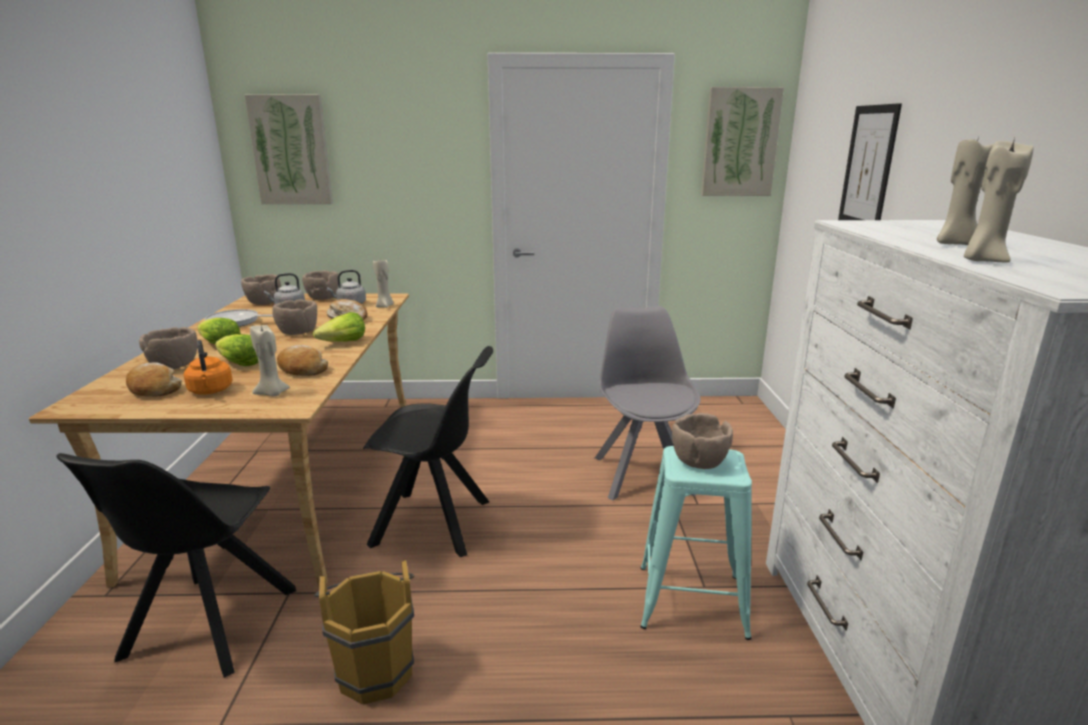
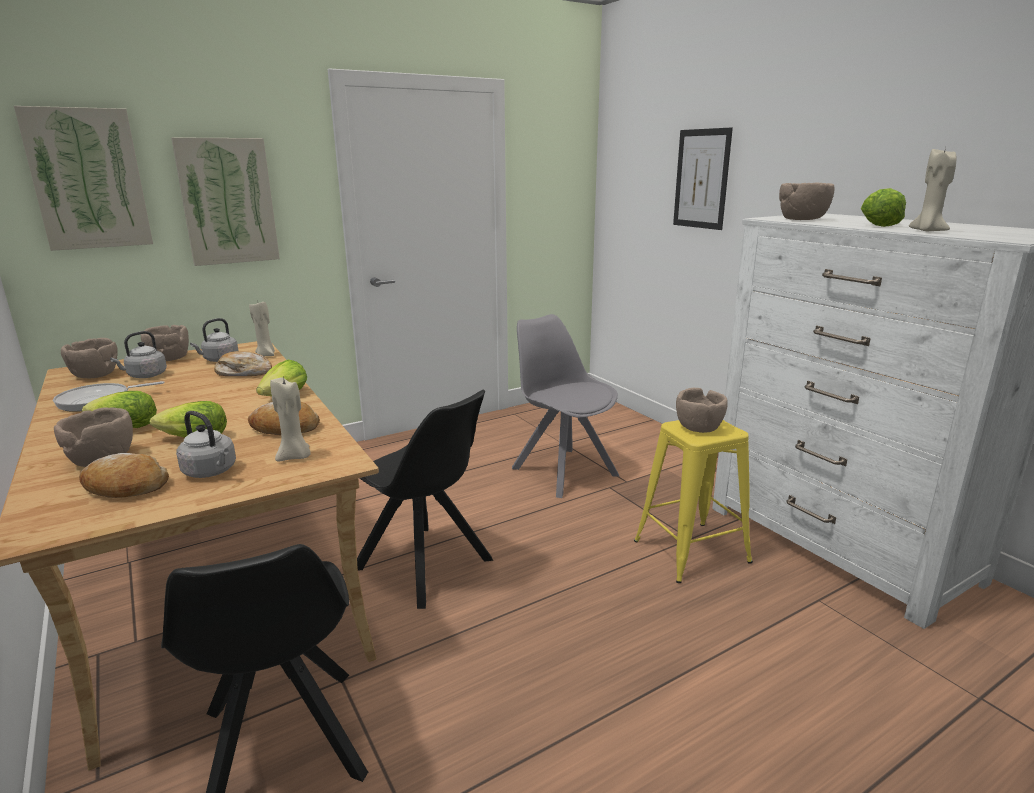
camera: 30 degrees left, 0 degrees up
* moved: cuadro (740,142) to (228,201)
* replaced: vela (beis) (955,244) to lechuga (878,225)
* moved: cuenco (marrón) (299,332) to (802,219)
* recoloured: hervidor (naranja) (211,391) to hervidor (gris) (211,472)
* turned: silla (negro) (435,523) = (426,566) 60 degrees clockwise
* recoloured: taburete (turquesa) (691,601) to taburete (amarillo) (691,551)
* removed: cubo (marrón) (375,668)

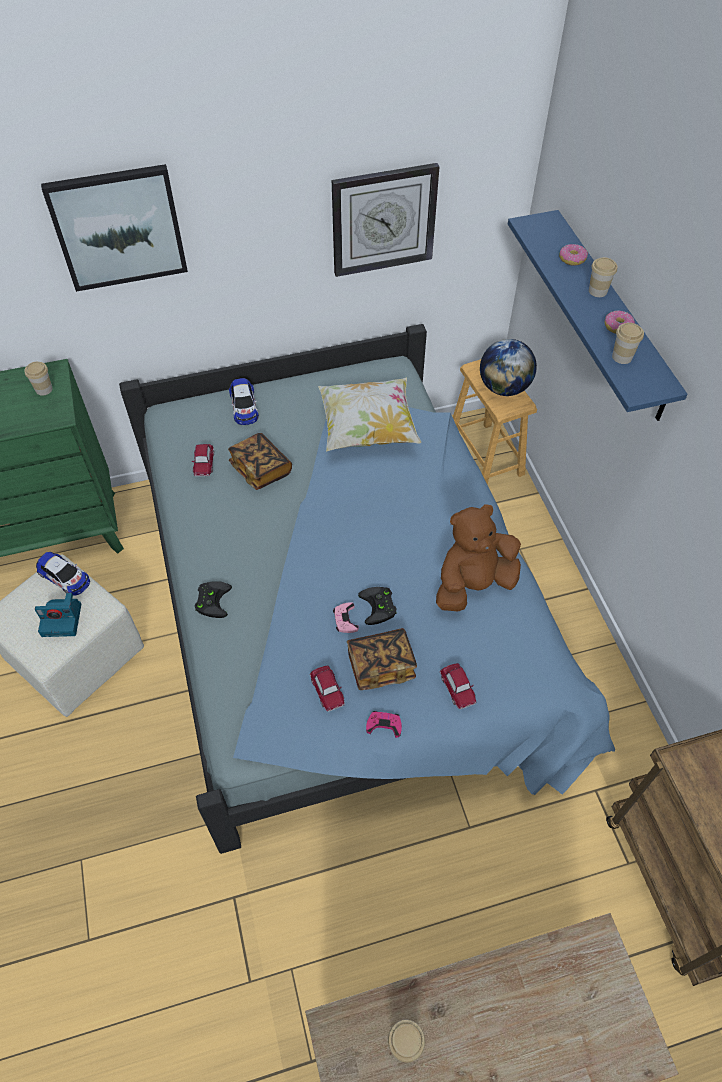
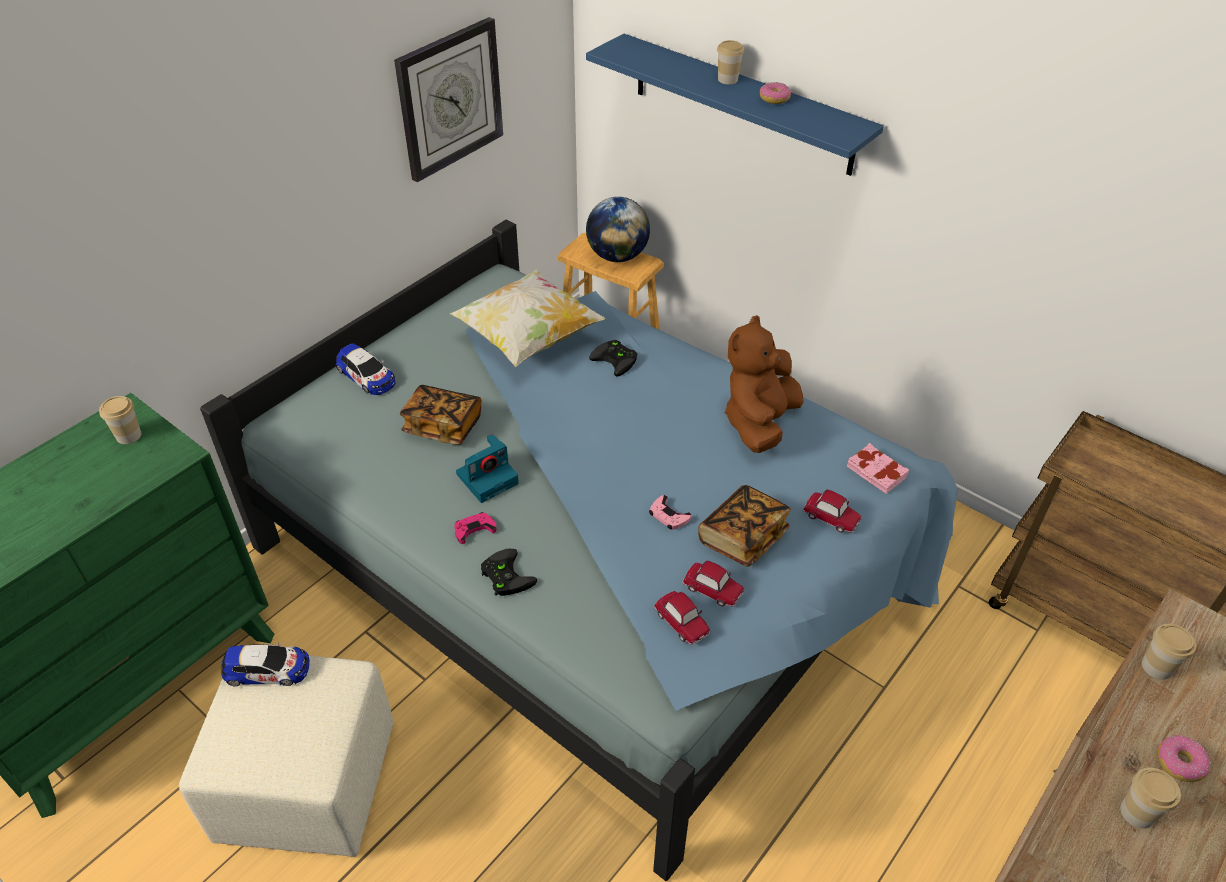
camera: 35 degrees left, 10 degrees down
* removed: cuadro (118,227)
* moved: rosquilla (572,259) to (1179,762)
* moved: taza (622,357) to (1156,667)
* moved: coche de juguete (204,463) to (682,622)
* moved: mando de consola (negro) (379,607) to (617,360)
* moved: cámara (63,619) to (488,478)
* moved: mando de consola (rosa) (384,725) to (474,529)
* added: libro (rosa) (876,472)

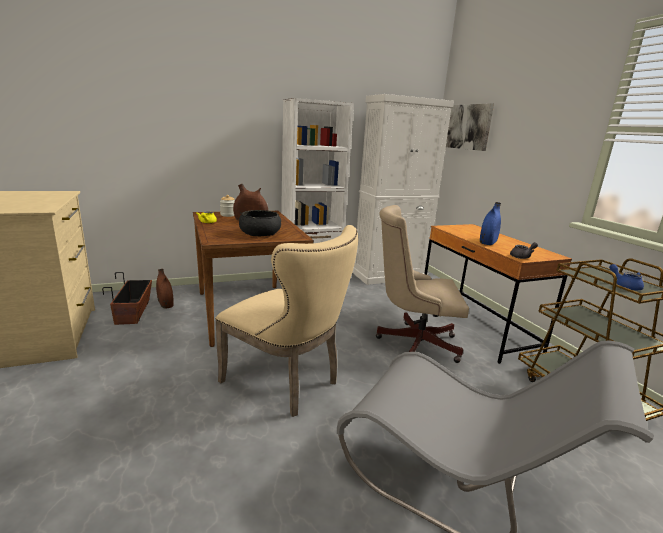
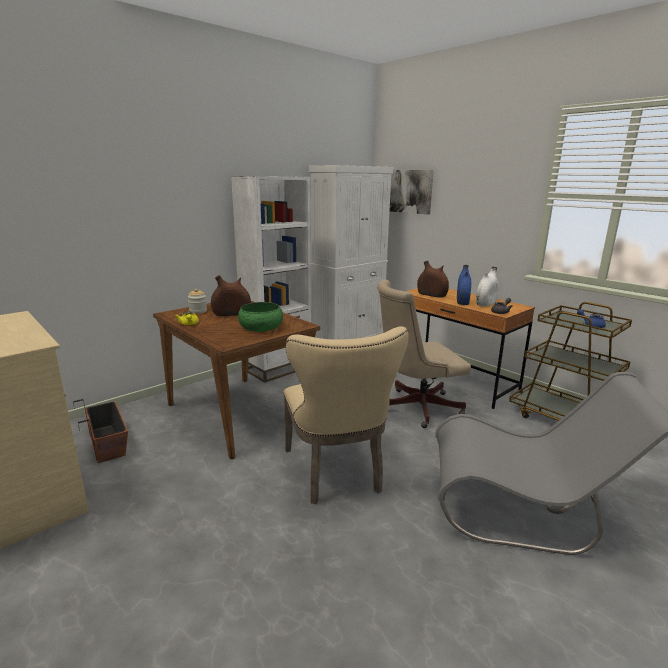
camera: 20 degrees left, 0 degrees up
* recoloured: cuenco (negro) (260,233) to cuenco (verde) (261,327)
* turned: silla (beis) (287,382) = (337,473) 60 degrees clockwise
* moved: florero (marrón) (165,303) to (431,295)
* added: florero (blanco) (486,303)

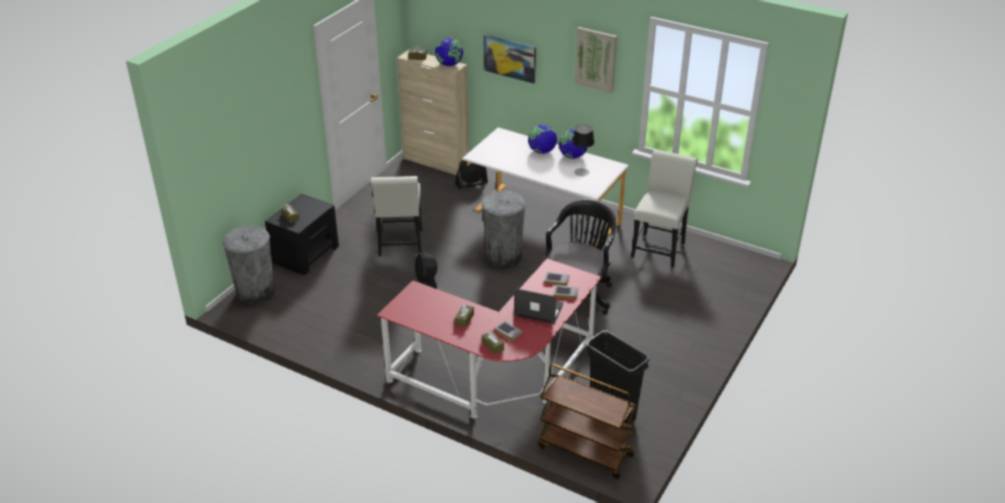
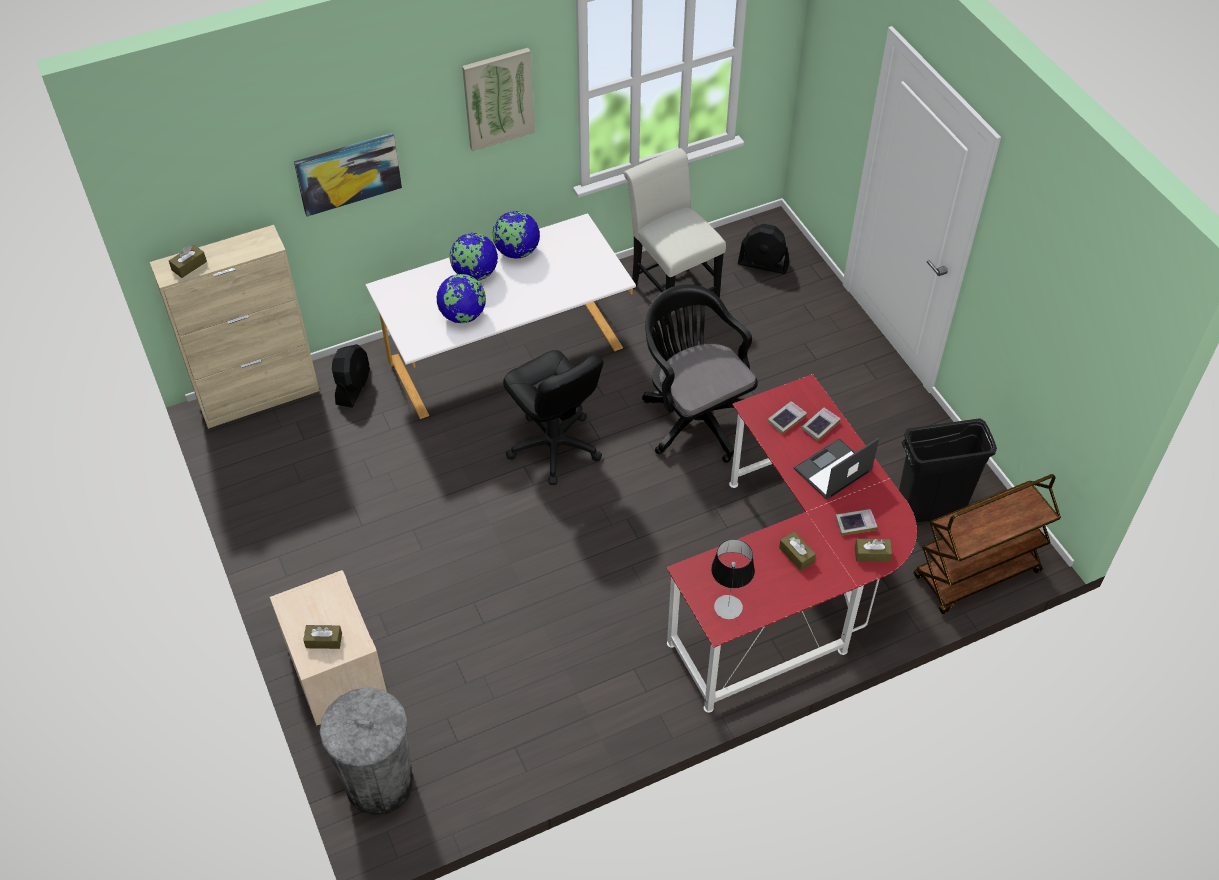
camera: 55 degrees left, 15 degrees up
* moved: globo terráqueo (449,64) to (463,315)
* moved: lámpara de mesa (581,172) to (728,607)
* removed: silla (blanco) (400,245)
* replaced: papelera (gris) (503,257) to silla de oficina (negro) (554,447)
* recoloured: mesita de noche (negro) (306,254) to mesita de noche (beis) (336,669)
* moved: ventilador (negro) (427,283) to (763,264)

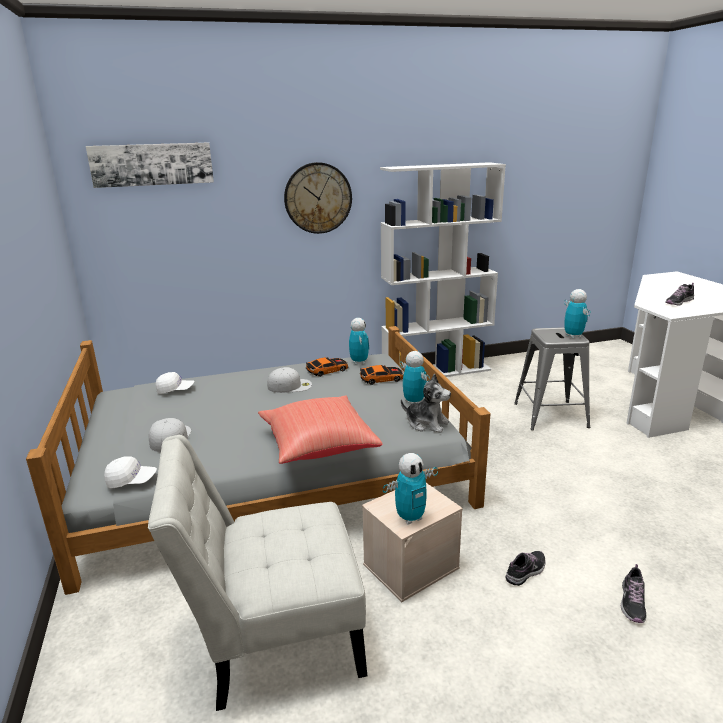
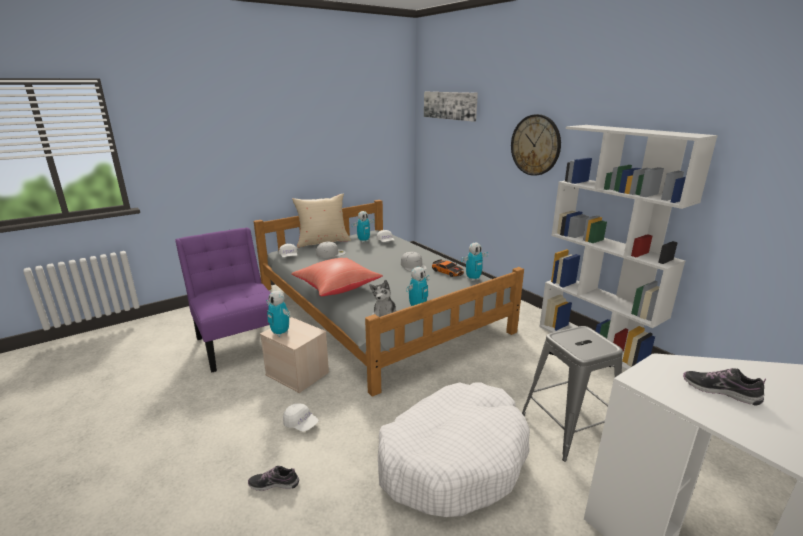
camera: 70 degrees right, 0 degrees up
* moved: robot de juguete (573,336) to (363,241)
* removed: coche de juguete (381,378)
* recoloured: silla (blanco) (273,637) to silla (morado) (238,342)
* replaced: zapato (526,571) to gorra (blanco) (301,424)
* added: cojín (beis) (322,242)
* added: cama para perro (blanco) (452,459)

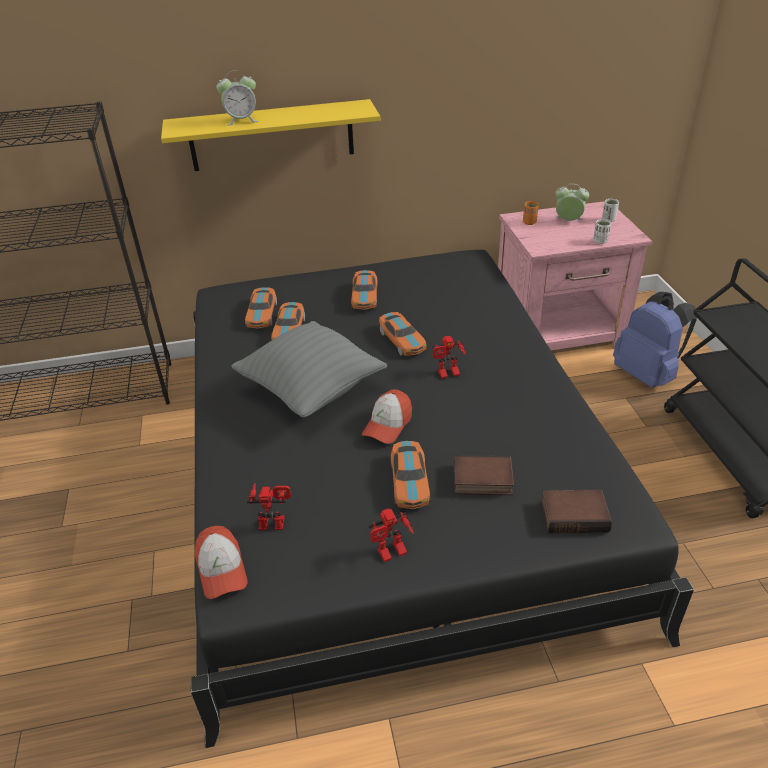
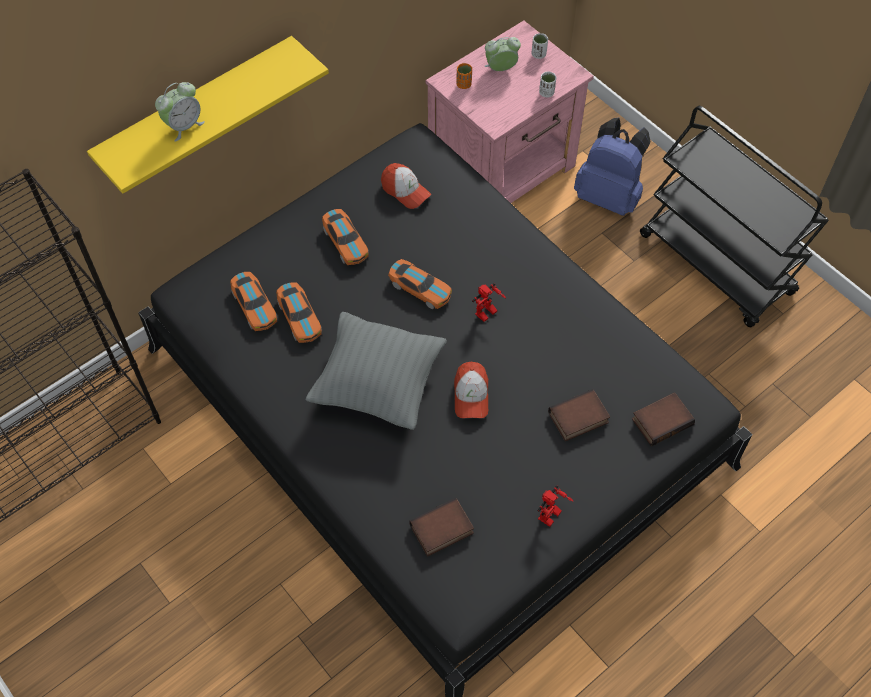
camera: 30 degrees left, 20 degrees up
* removed: coche de juguete (409,481)
* replaced: robot de juguete (274,520) to libro (441,531)
* moved: gorra (221,569) to (405,191)

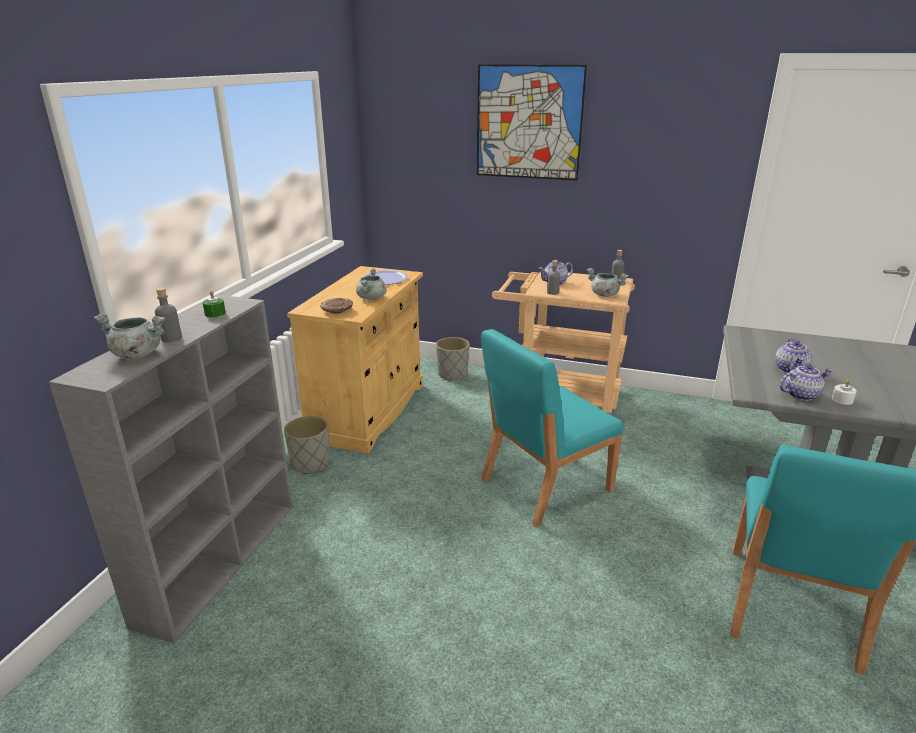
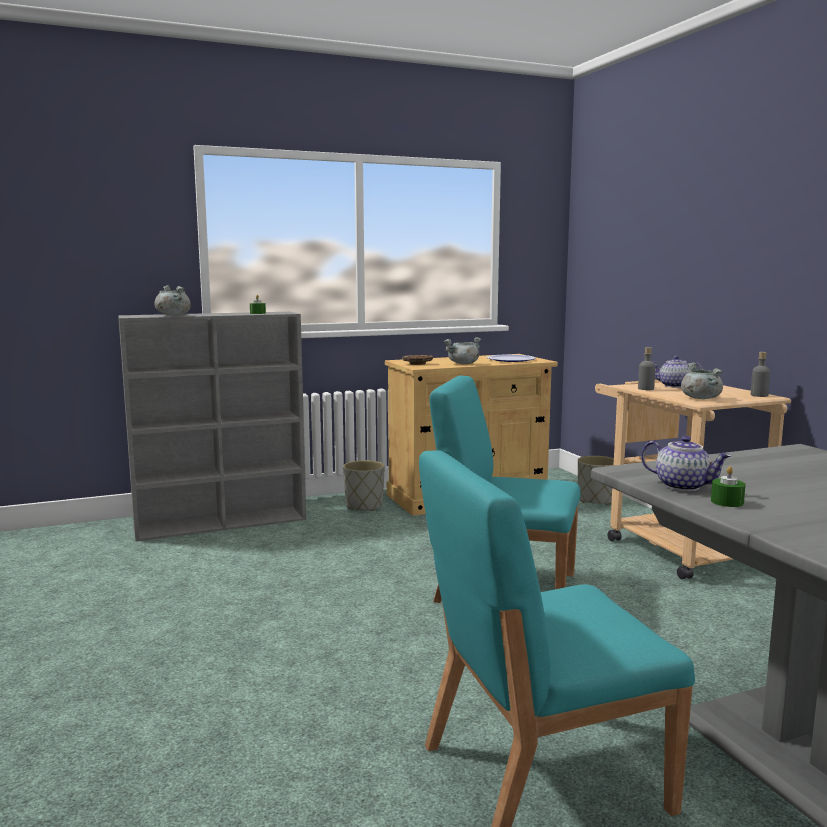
camera: 50 degrees right, 15 degrees down
* removed: cuadro (528,123)
* removed: botella (gris) (171,338)
* removed: tetera (790,370)
* recoloured: vela (blanco) (842,400) to vela (verde) (727,502)

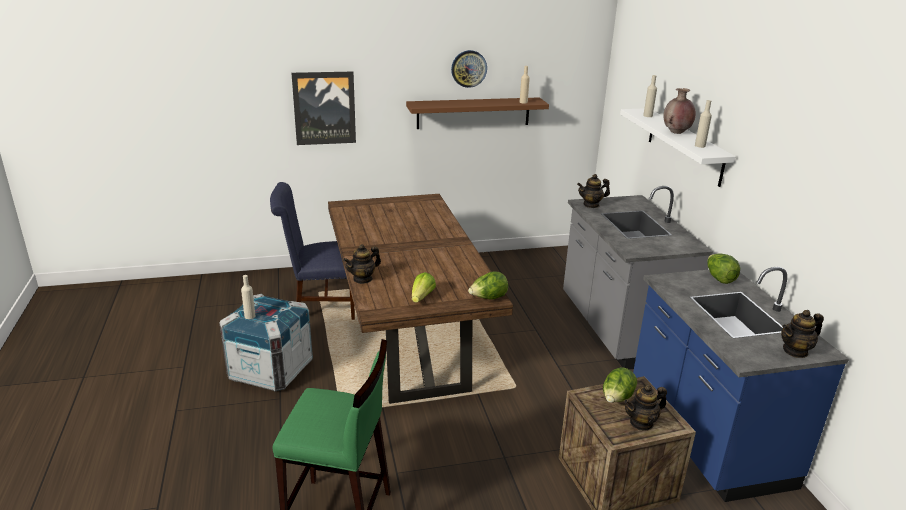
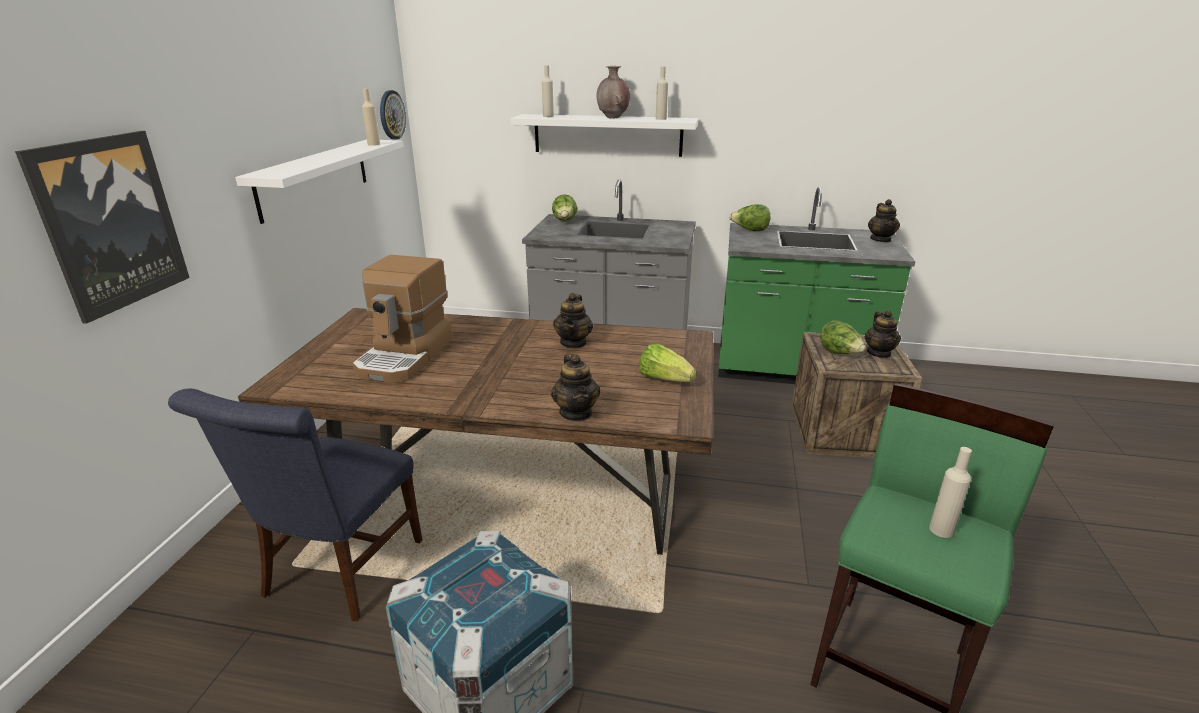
camera: 65 degrees left, 0 degrees up
* moved: reloj de pared (469,68) to (391,115)
* recoloured: estante (marrón) (473,113) to estante (blanco) (314,178)
* moved: tetera (591,205) to (574,343)
* recoloured: mueble bajo de cocina (azul) (705,437) to mueble bajo de cocina (verde) (794,371)
* moved: lechuga (488,298) to (565,221)
* moved: botella (beis) (250,316) to (941,530)
* added: cafetera (406,356)

